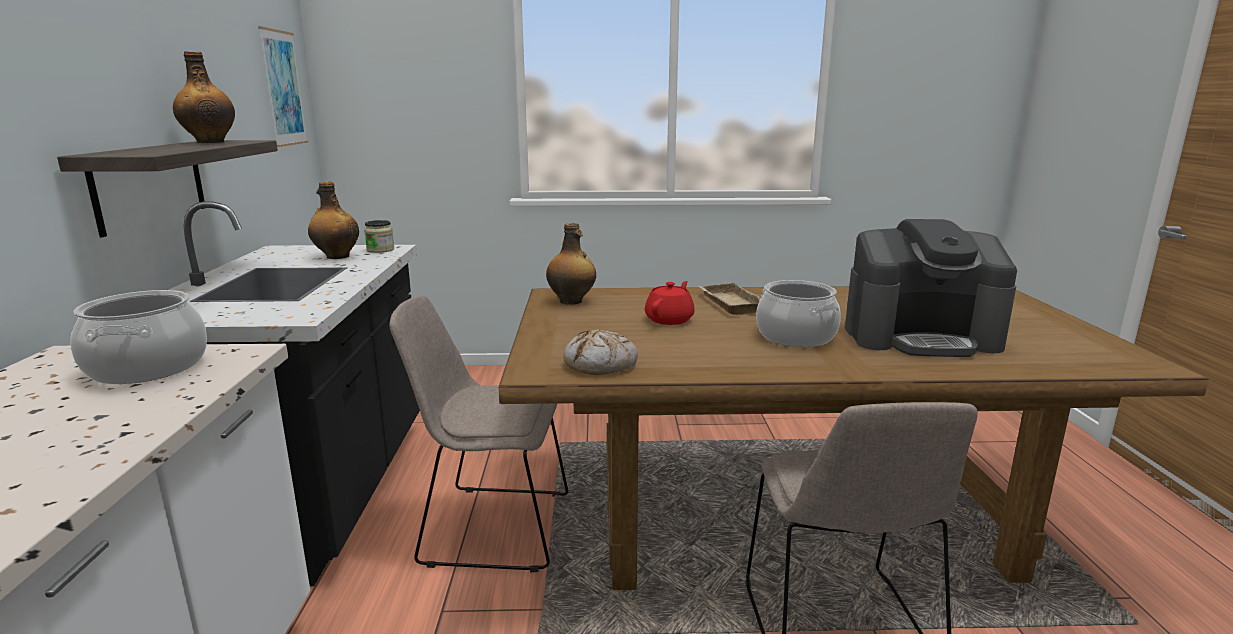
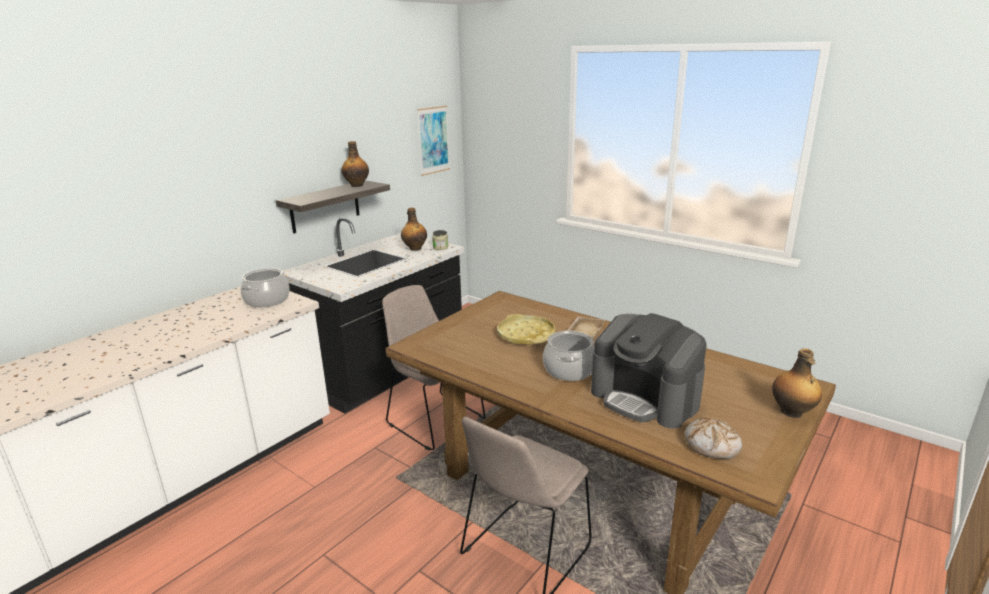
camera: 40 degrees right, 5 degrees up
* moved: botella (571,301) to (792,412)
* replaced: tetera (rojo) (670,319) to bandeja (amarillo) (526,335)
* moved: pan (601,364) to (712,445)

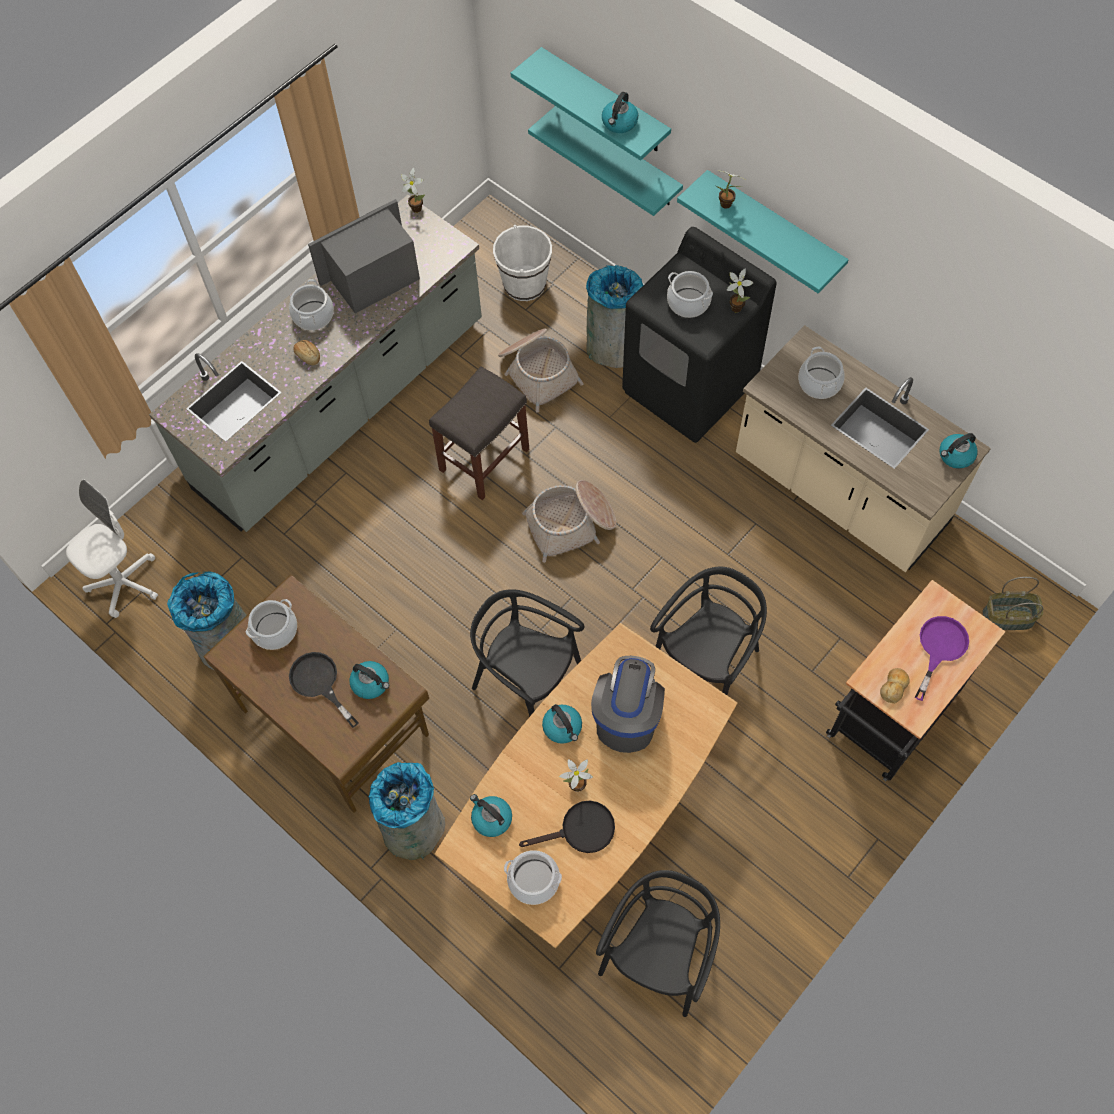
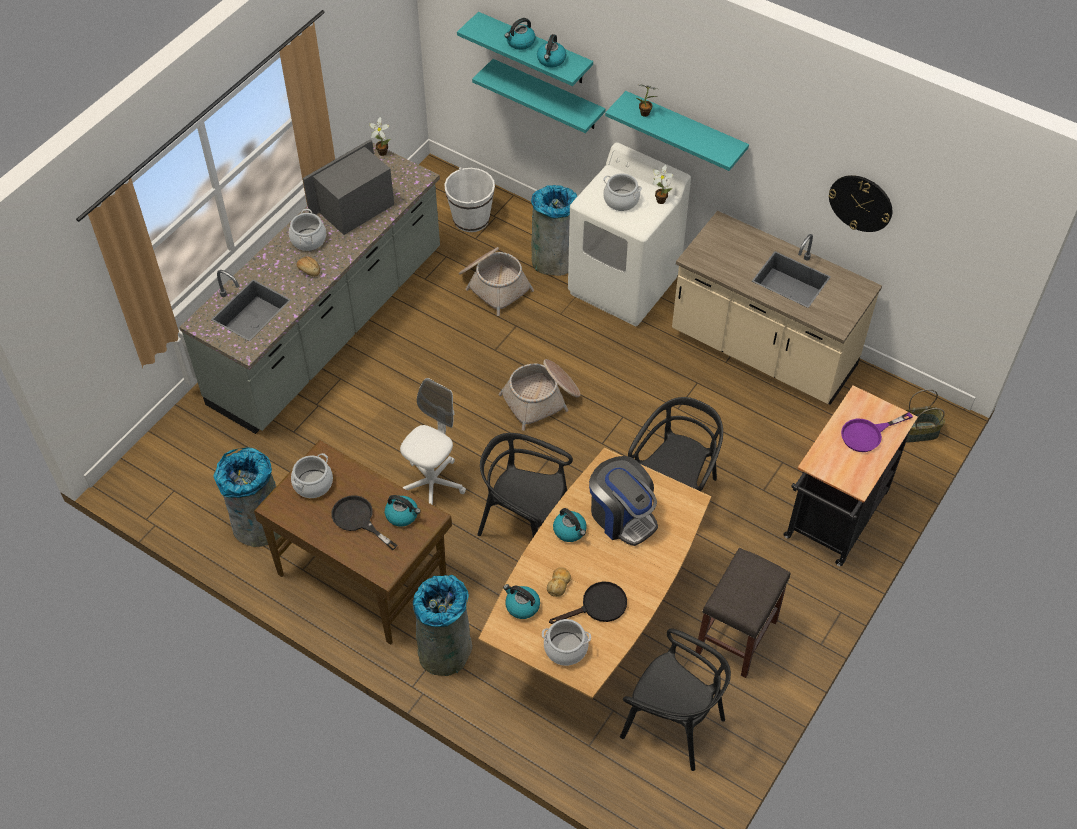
camera: 10 degrees left, 10 degrees down
* recoloured: lavadora (negro) (690,387) to lavadora (blanco) (624,285)
* removed: olla (819,383)
* moved: taburete (gris) (484,458) to (736,635)
* moved: hervidor (955,456) to (520,42)
* moved: silla de oficina (blanco) (124,583) to (432,484)
* turned: sartén (morado) (939,648) = (867,434) 135 degrees counterclockwise
* turned: cafetera (627,715) = (622,516) 135 degrees clockwise
* moved: pan (894,687) to (559,584)
* removed: planta en maceta (575,786)
* turned: silla (negro) (659,954) = (673,724) 105 degrees clockwise
* added: reloj de pared (861,203)

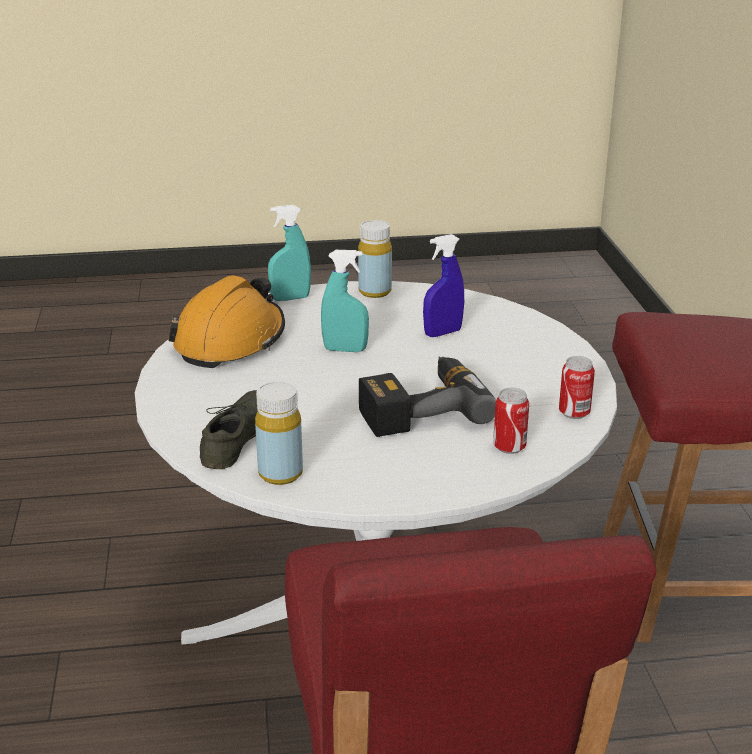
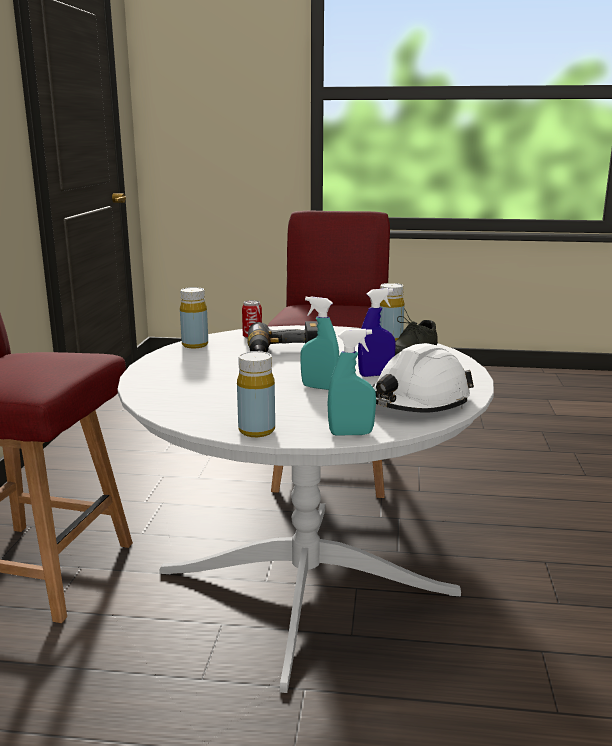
camera: 165 degrees left, 10 degrees down
* moved: pulverizador (azul) (442,333) to (376,375)
* recoloured: casco (naranja) (230,341) to casco (blanco) (418,402)
* replaced: lata (574,413) to botella (amarillo) (195,345)

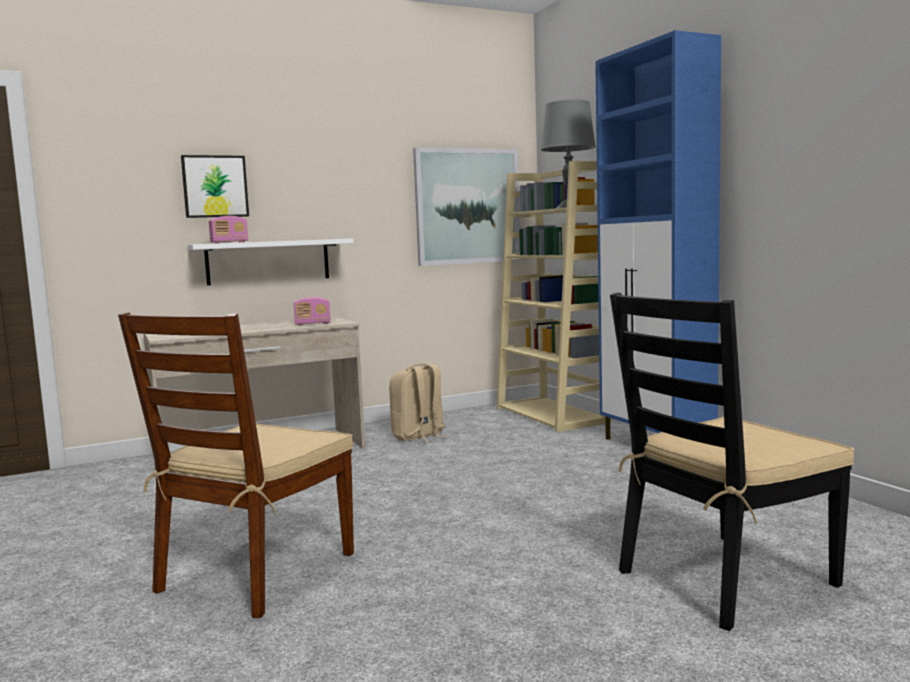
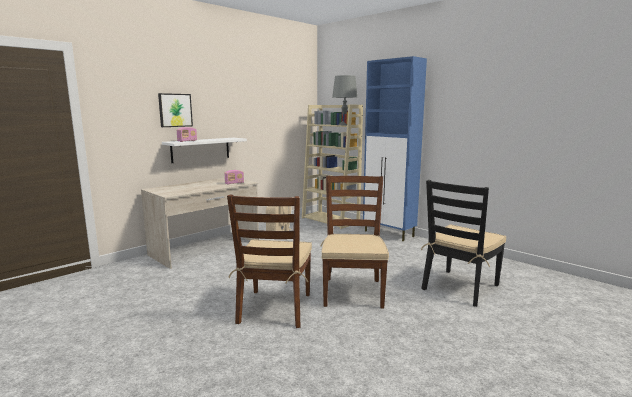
camera: 20 degrees left, 5 degrees up
* removed: cuadro (467,206)
* added: silla (marrón) (352,292)

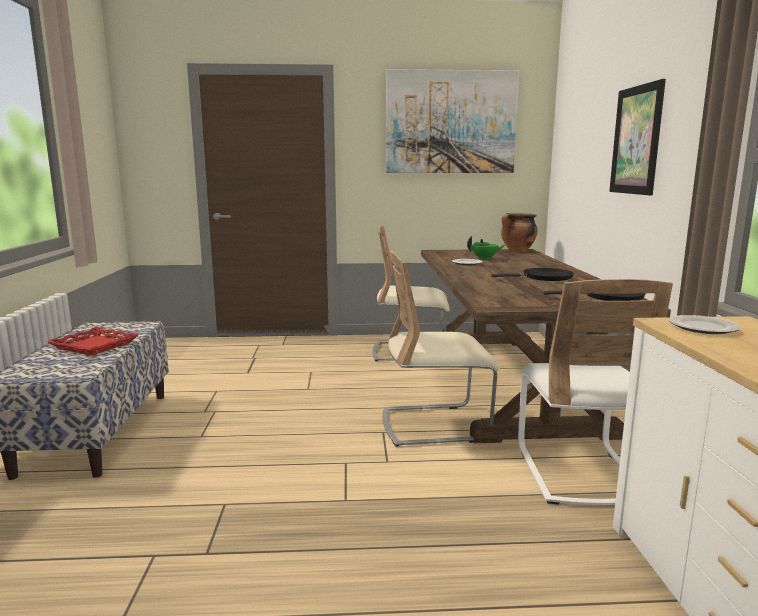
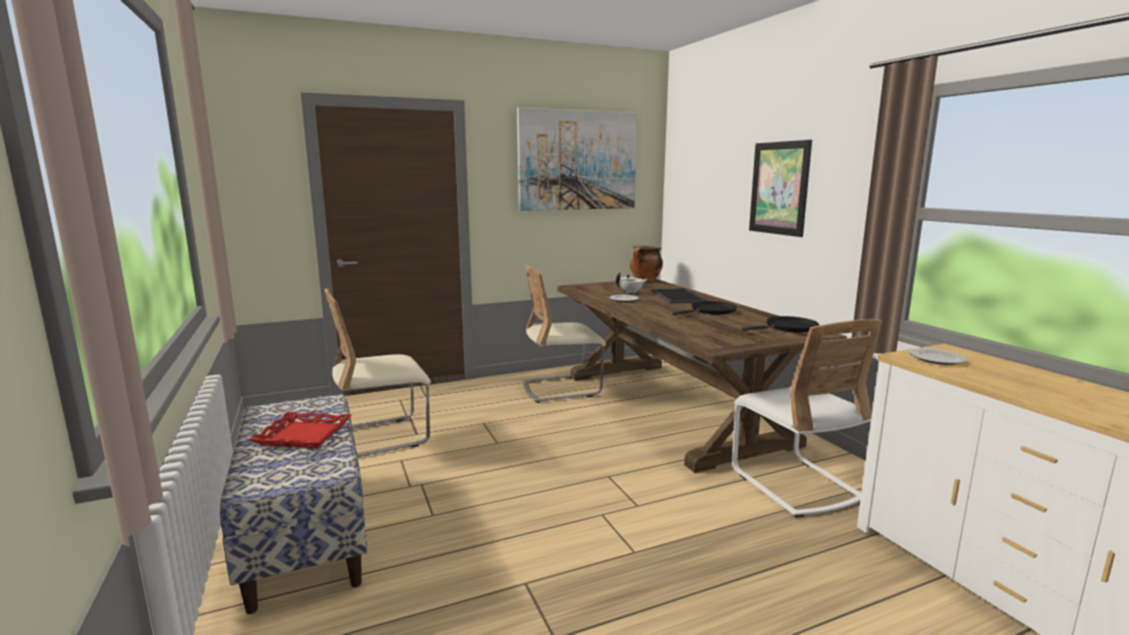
camera: 20 degrees left, 0 degrees up
* recoloured: tetera (verde) (485,259) to tetera (blanco) (631,293)
* moved: silla (beis) (434,425) to (381,437)
* added: bandeja (676,296)

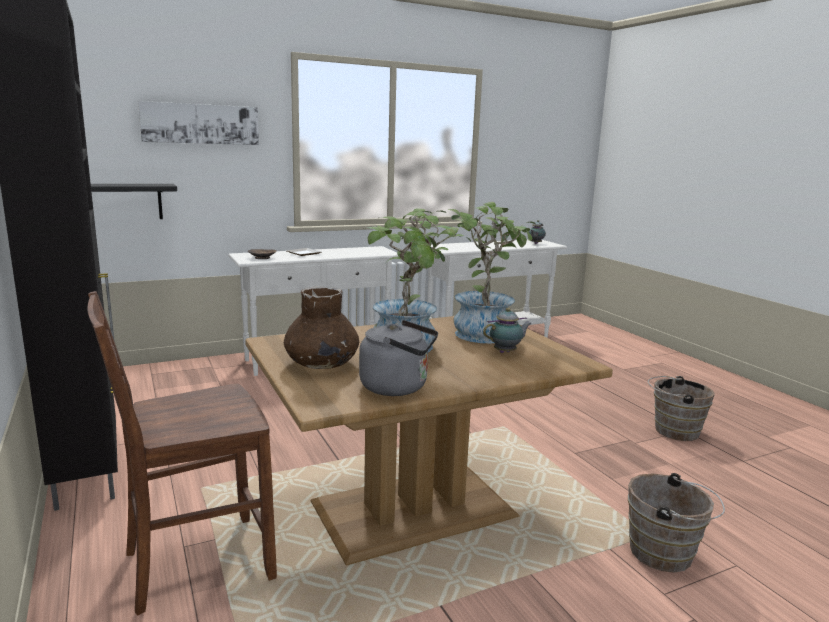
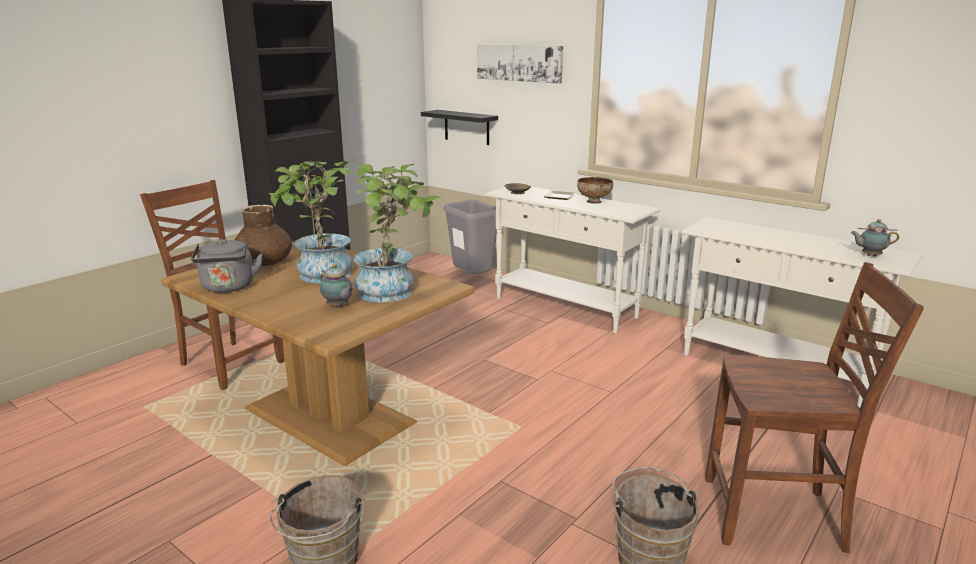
camera: 65 degrees right, 5 degrees up
* added: cuenco (593,202)
* added: papelera (gris) (473,280)
* added: silla (marrón) (776,516)

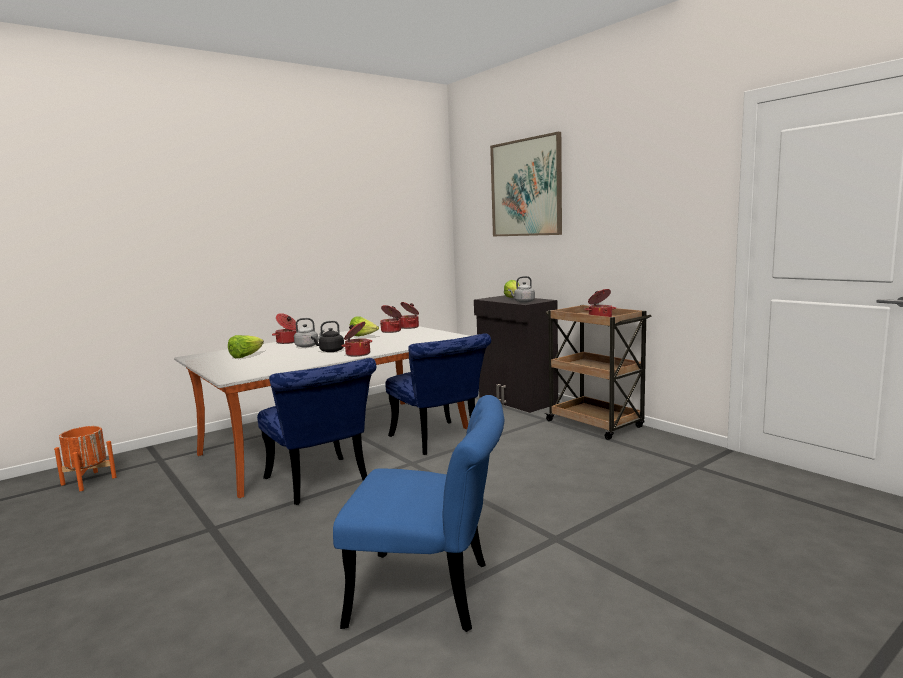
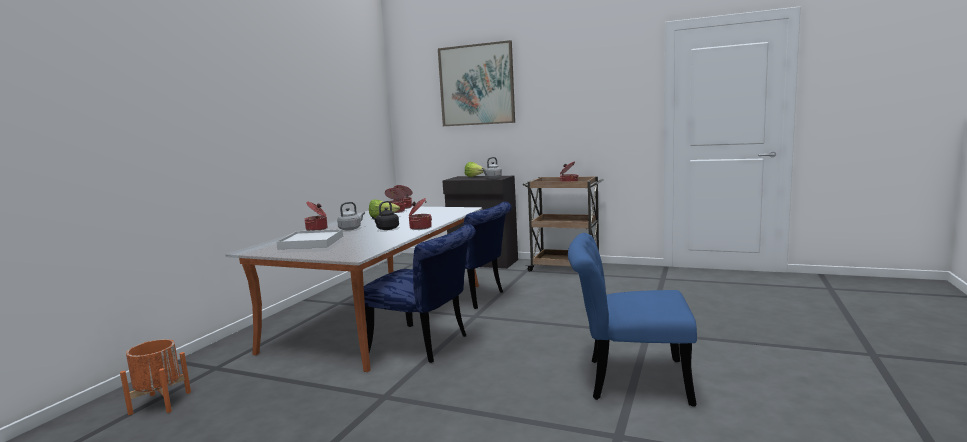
camera: 30 degrees left, 0 degrees up
* replaced: lechuga (246,356) to bandeja (blanco) (311,242)
* turned: silla (azul) (433,593) = (627,380) 150 degrees counterclockwise

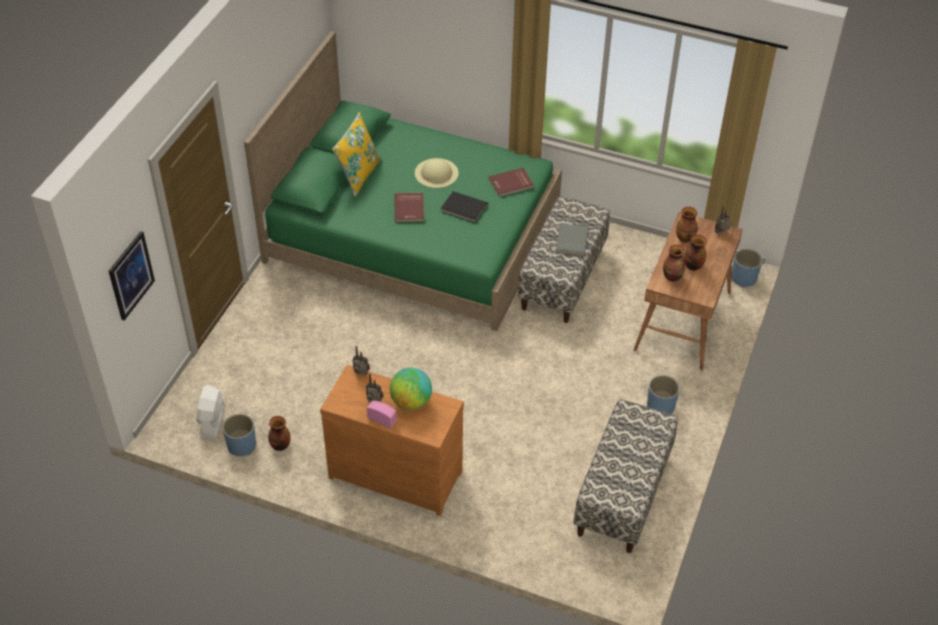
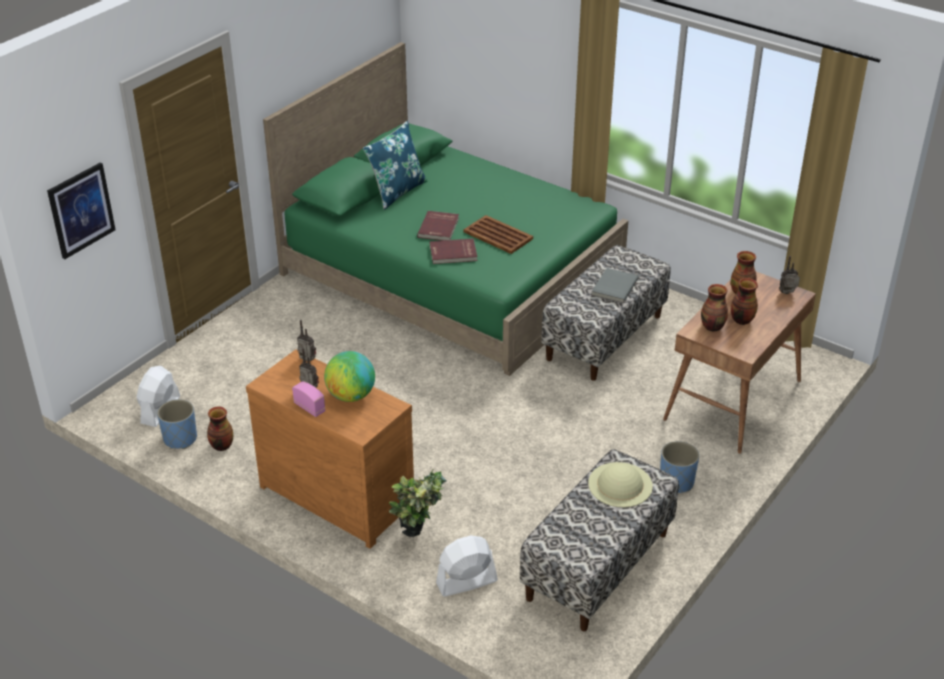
camera: 15 degrees right, 10 degrees down
* recoloured: cojín (amarillo) (358,175) to cojín (azul) (397,191)
* moved: sombrero (beis) (436,173) to (620,484)
* moved: libro (rojo) (511,184) to (453,253)
* replaced: libro (negro) (463,209) to bandeja (marrón) (498,235)
* removed: maceta (azul) (743,278)
* added: planta en maceta (419,544)
* added: ventilador (blanco) (466,582)

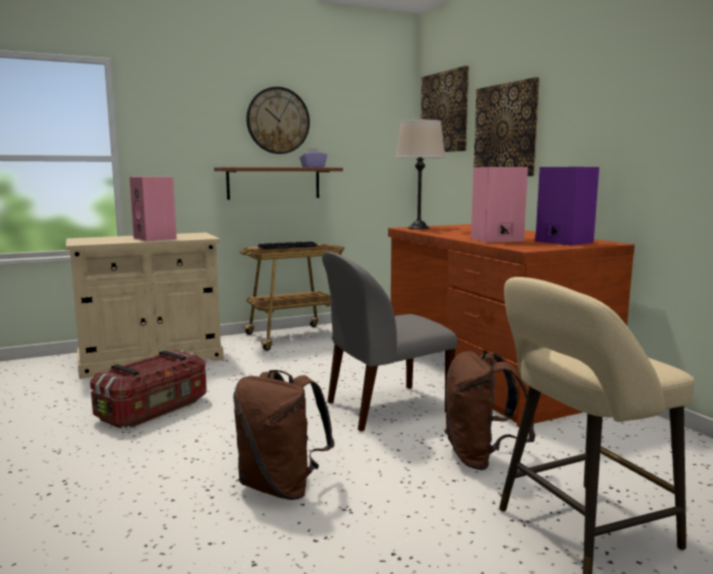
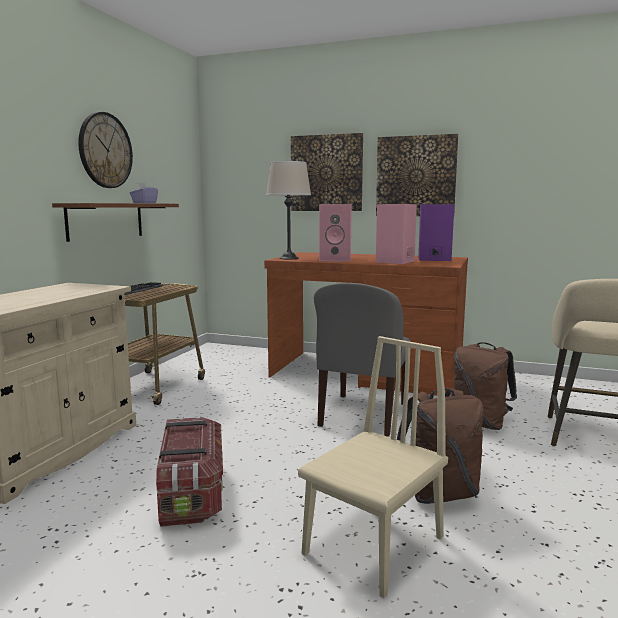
camera: 45 degrees left, 0 degrees up
* moved: cuadro (444,112) to (416,176)
* moved: altavoz (rosa) (156,238) to (336,259)
* added: silla (beis) (374,545)

